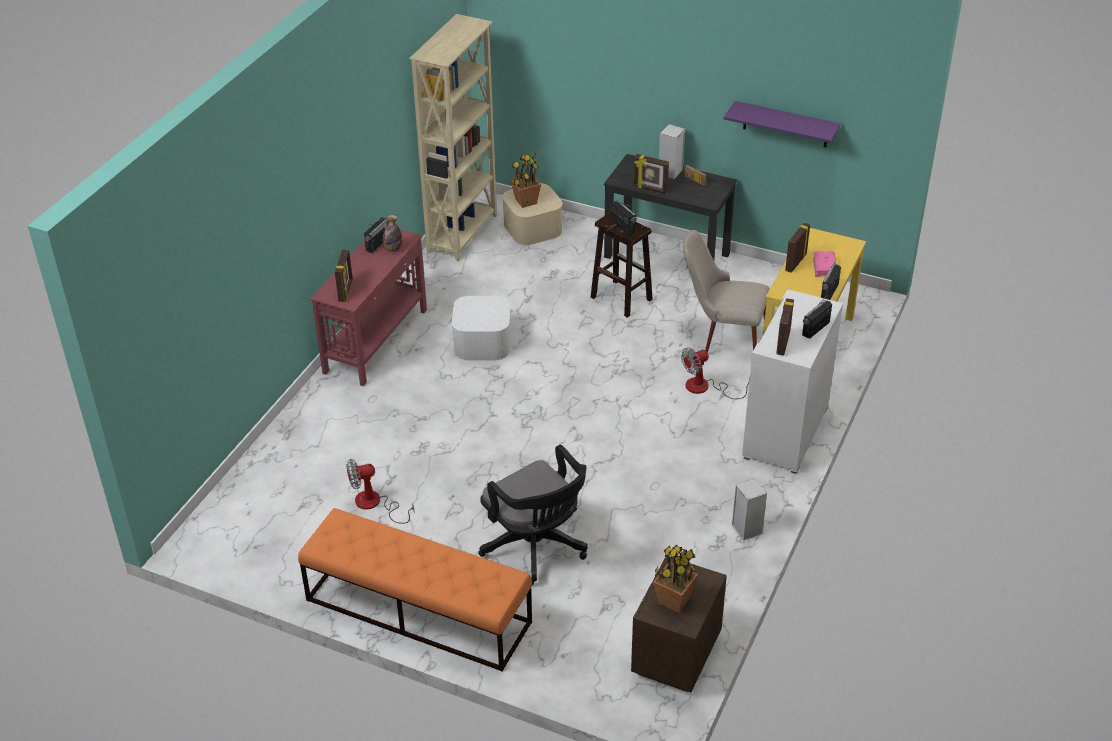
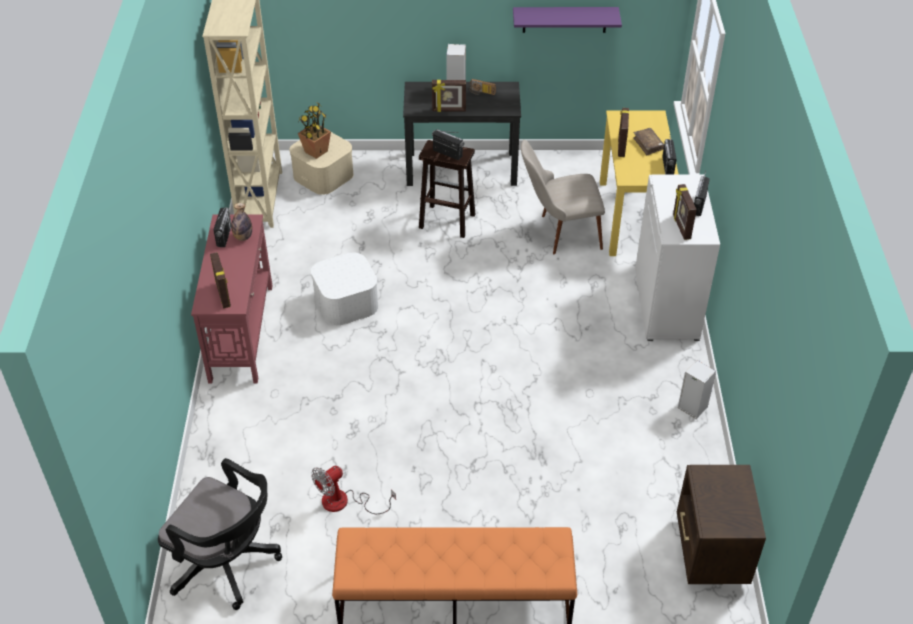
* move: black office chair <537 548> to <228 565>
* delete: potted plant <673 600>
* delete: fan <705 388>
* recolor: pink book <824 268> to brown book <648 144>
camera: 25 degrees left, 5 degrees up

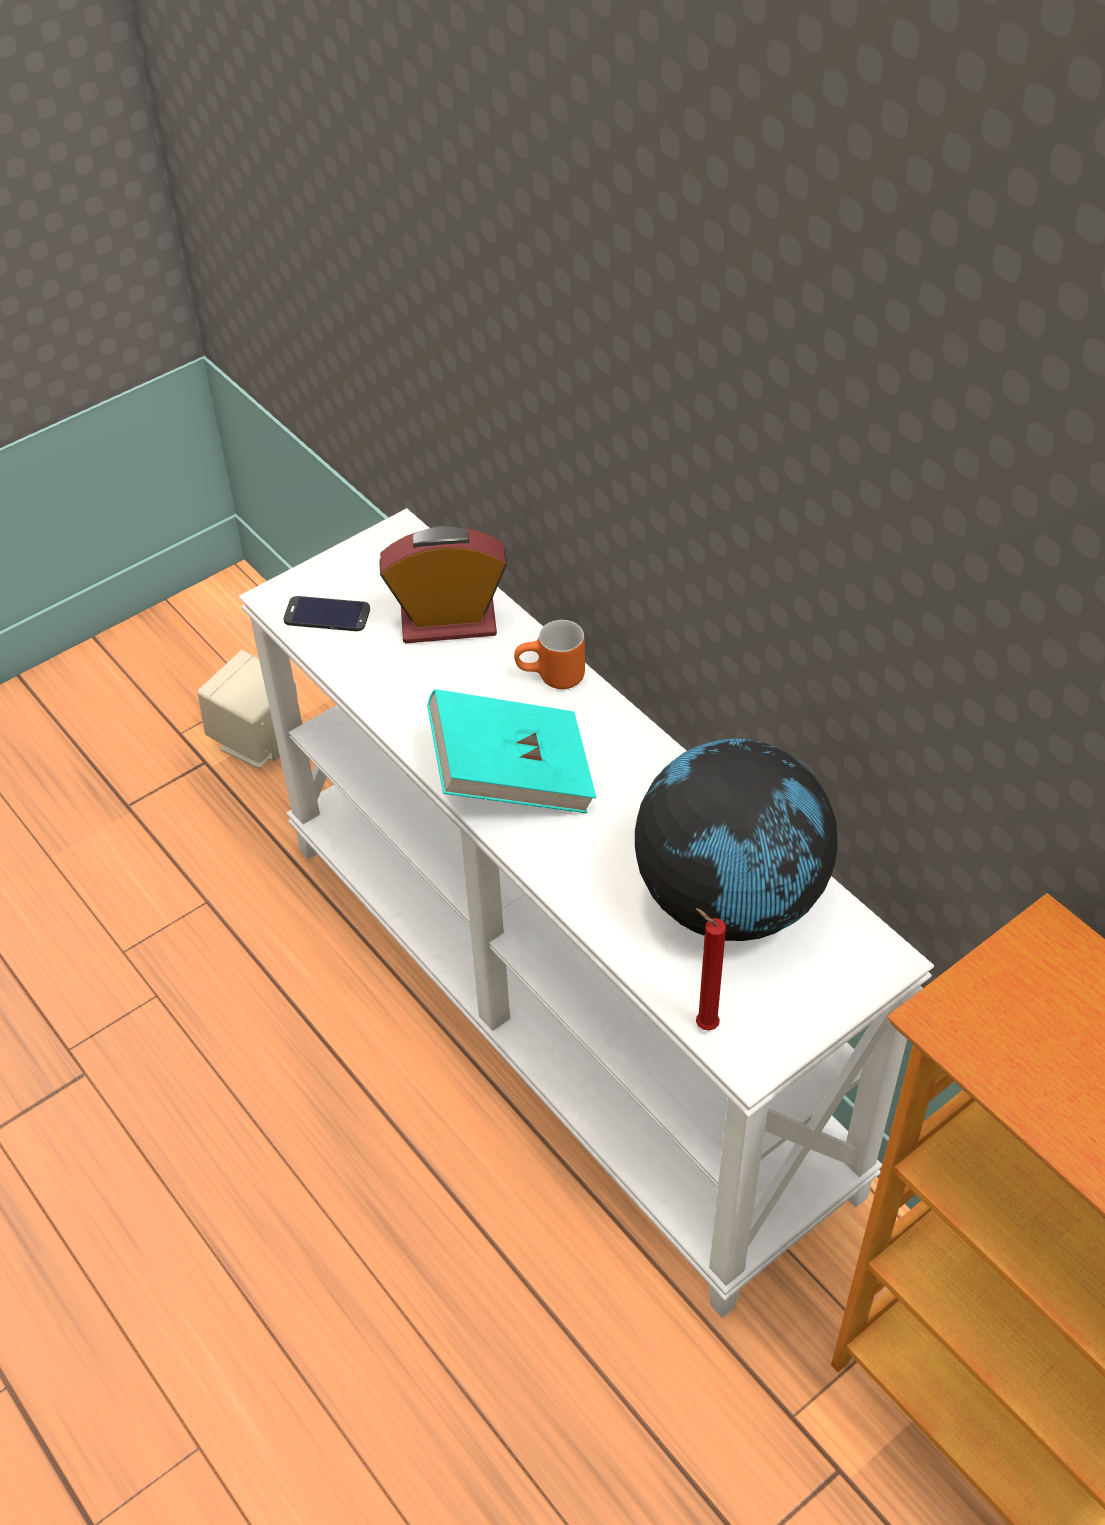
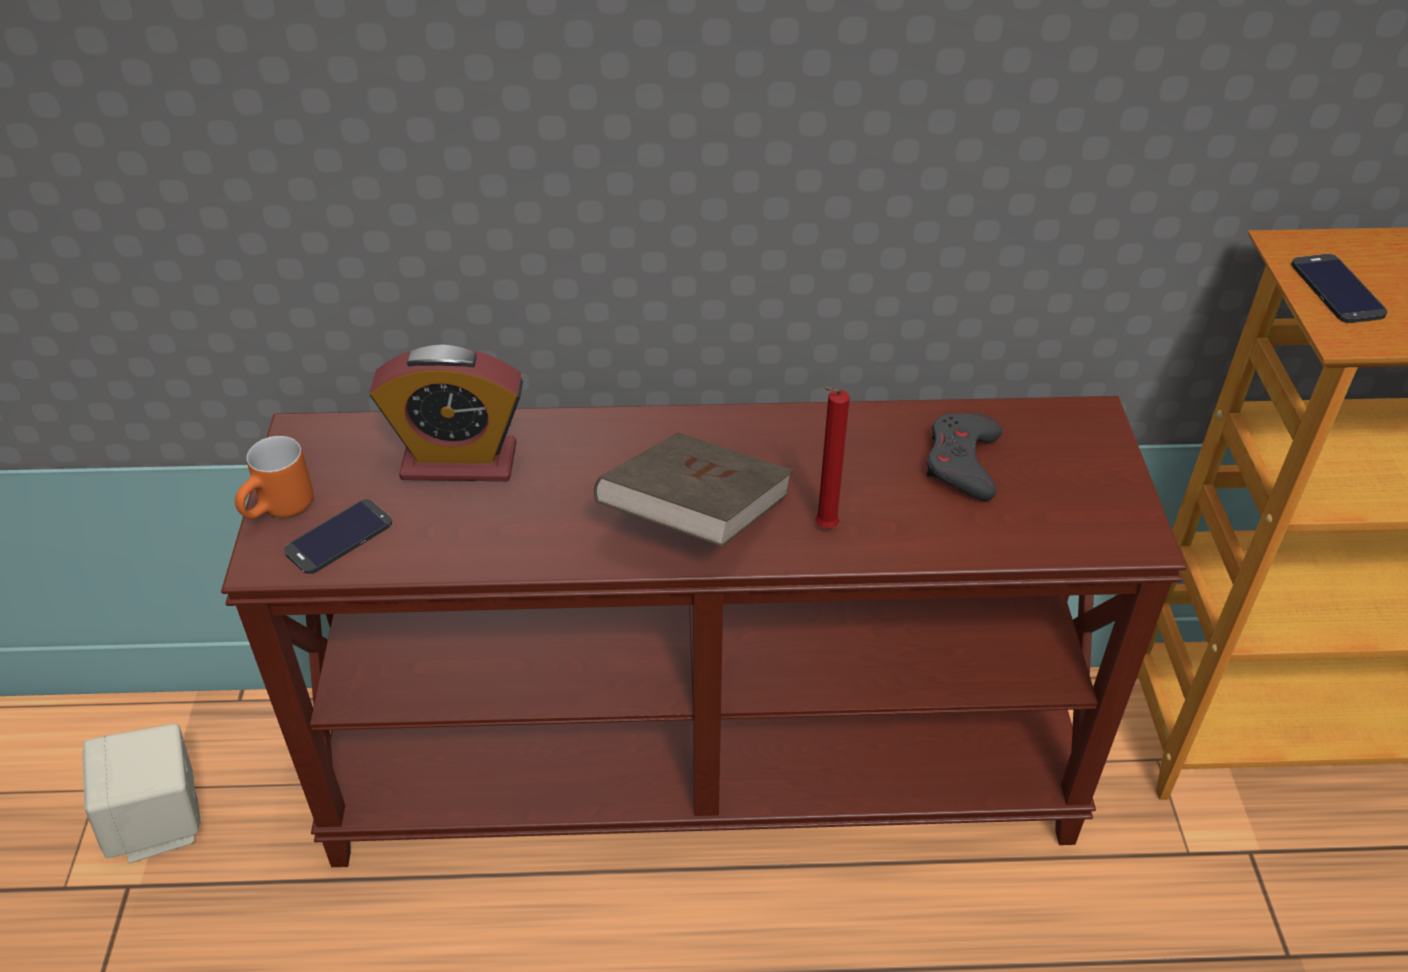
* recolor: white console table <565 1009> to brown console table <704 767>
* rotate: alarm clock <448 623> = <459 461> 120 degrees counterclockwise
* recolor: turquoise book <512 777> to brown book <696 519>
* move: orange mug <551 679> to <281 511>
* replace: globe <730 899> to grey game controller <962 462>
* move: red candle <703 1024> to <823 528>
* insert: phone <1337 289>
camera: 55 degrees left, 5 degrees down

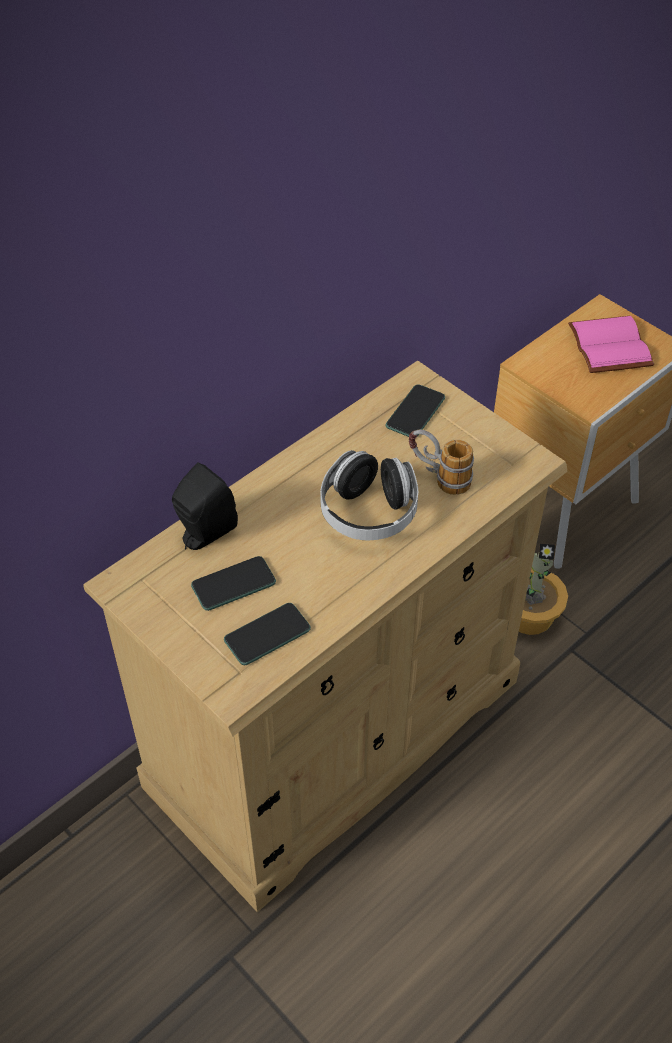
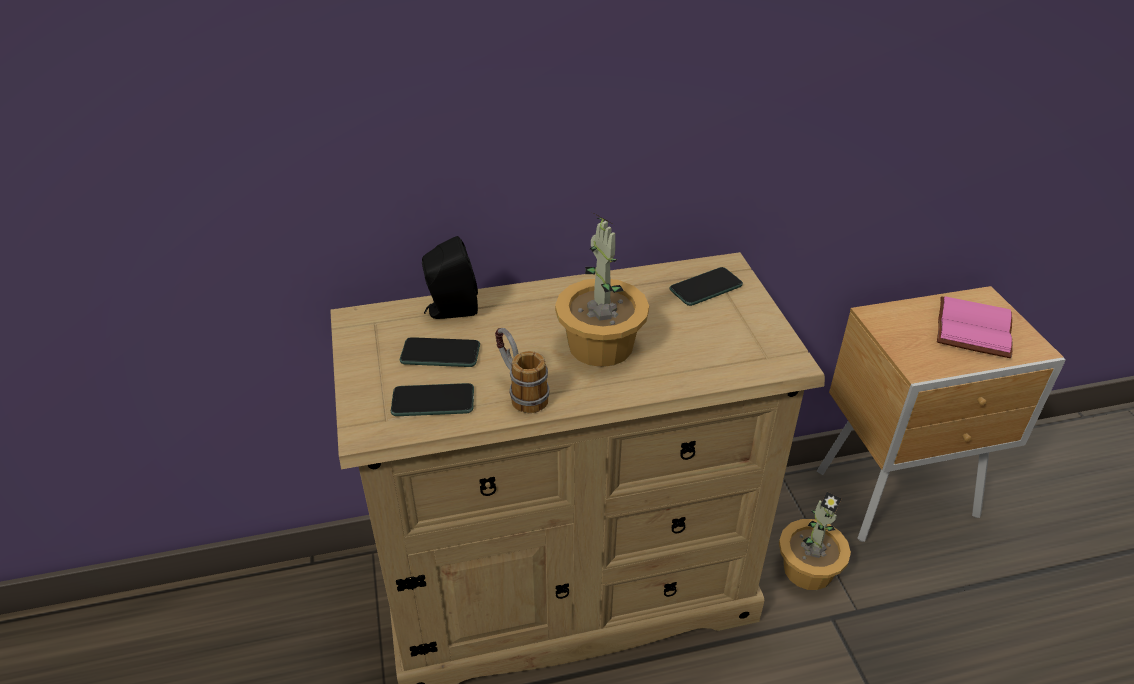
* replace: headphones <368 513> to potted plant <599 346>
* move: mug <438 478> to <519 391>
camera: 30 degrees right, 10 degrees down

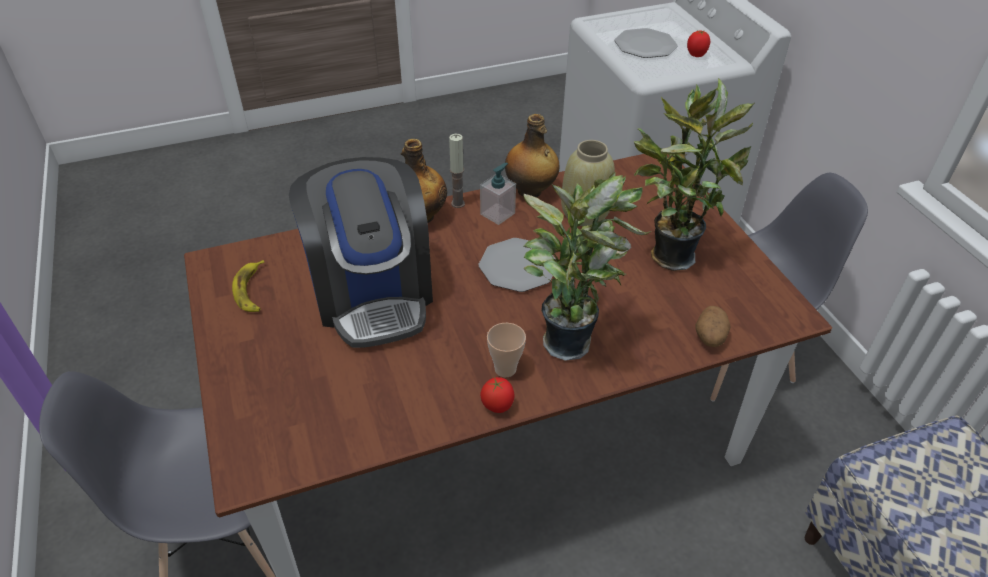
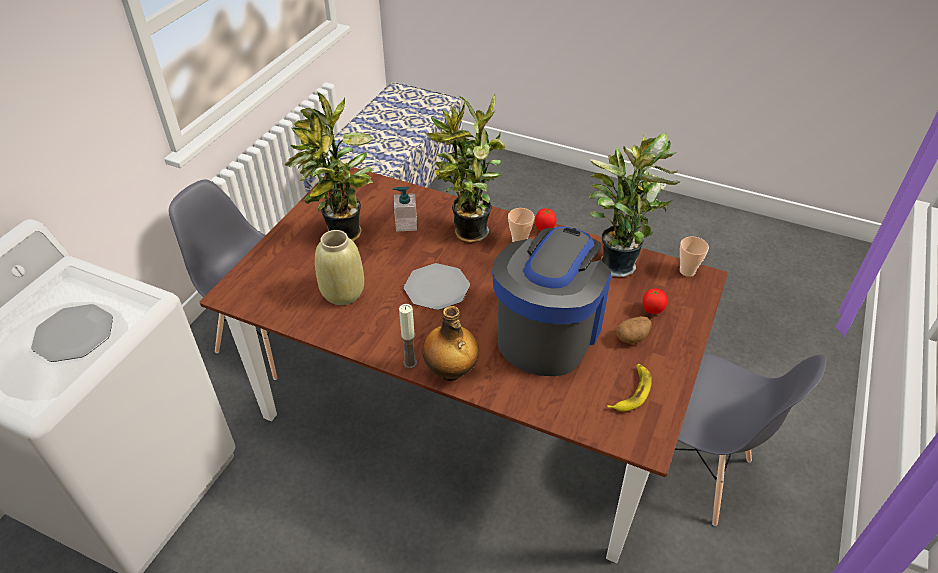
* move: soap dispenser <497 213> to <406 224>
* delete: bottle <530 191>
* move: tomato <696 55> to <652 310>
* move: potato <709 337> to <632 337>
* insert: potted plant <617 262>
* insert: cup <687 271>
camera: 135 degrees left, 0 degrees up

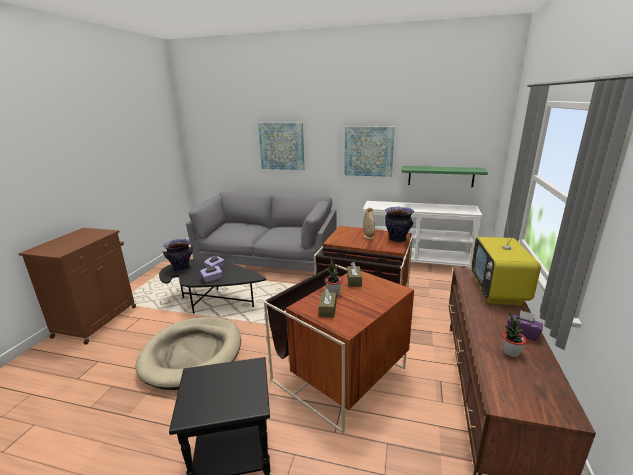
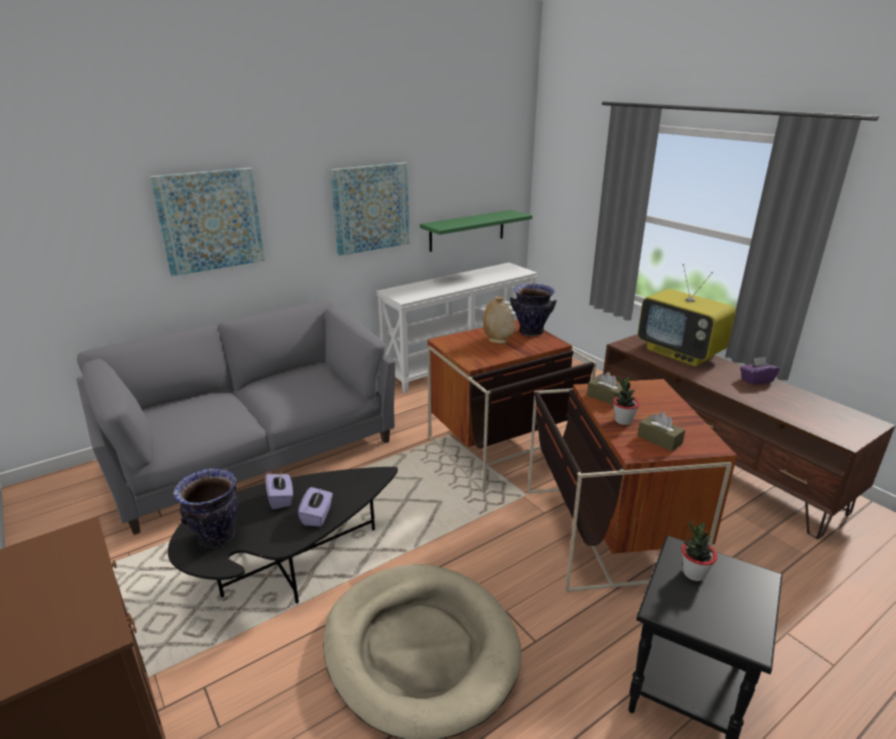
* move: potted plant <510 352> to <693 573>
camera: 50 degrees left, 5 degrees up

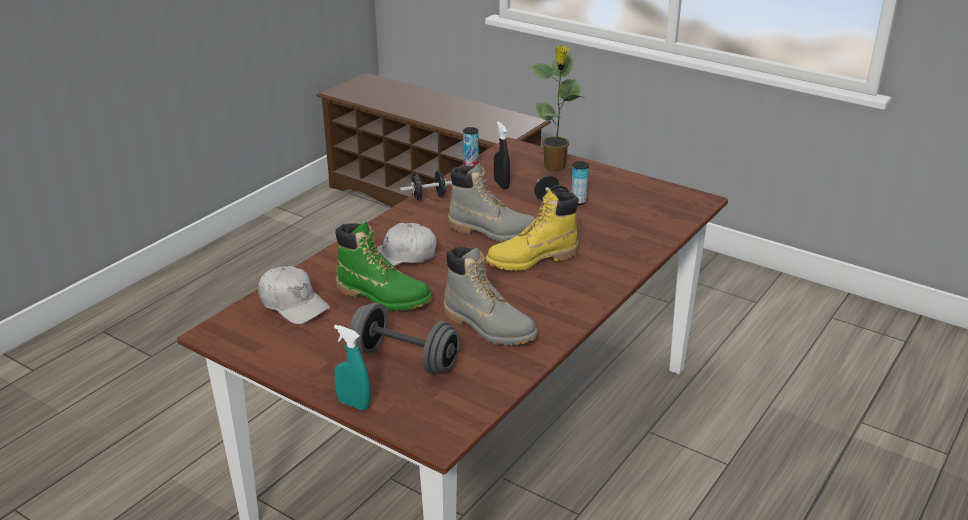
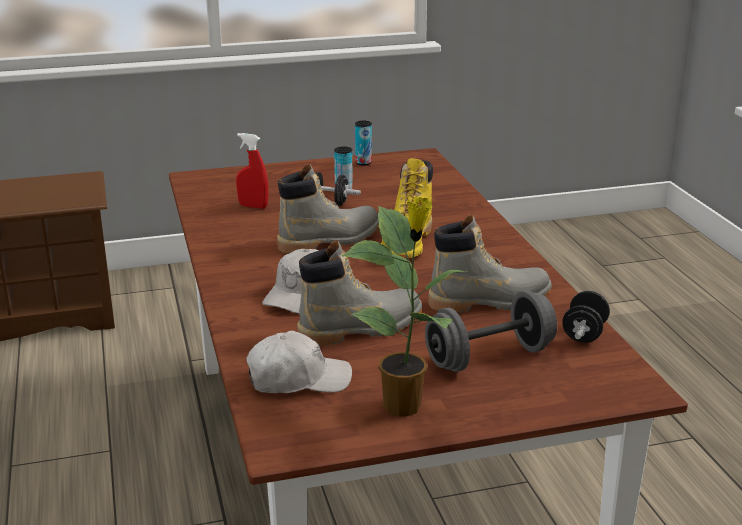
* delete: turquoise spray bottle <353 404>
* recolor: green boot <383 296> to grey boot <361 328>
* move: black dumbbell <429 197> to <584 334>
* move: can <470 165> to <363 163>
* recolor: black spray bottle <501 184> to red spray bottle <253 206>
* move: potted plant <555 167> to <405 407>
camera: 50 degrees left, 5 degrees down

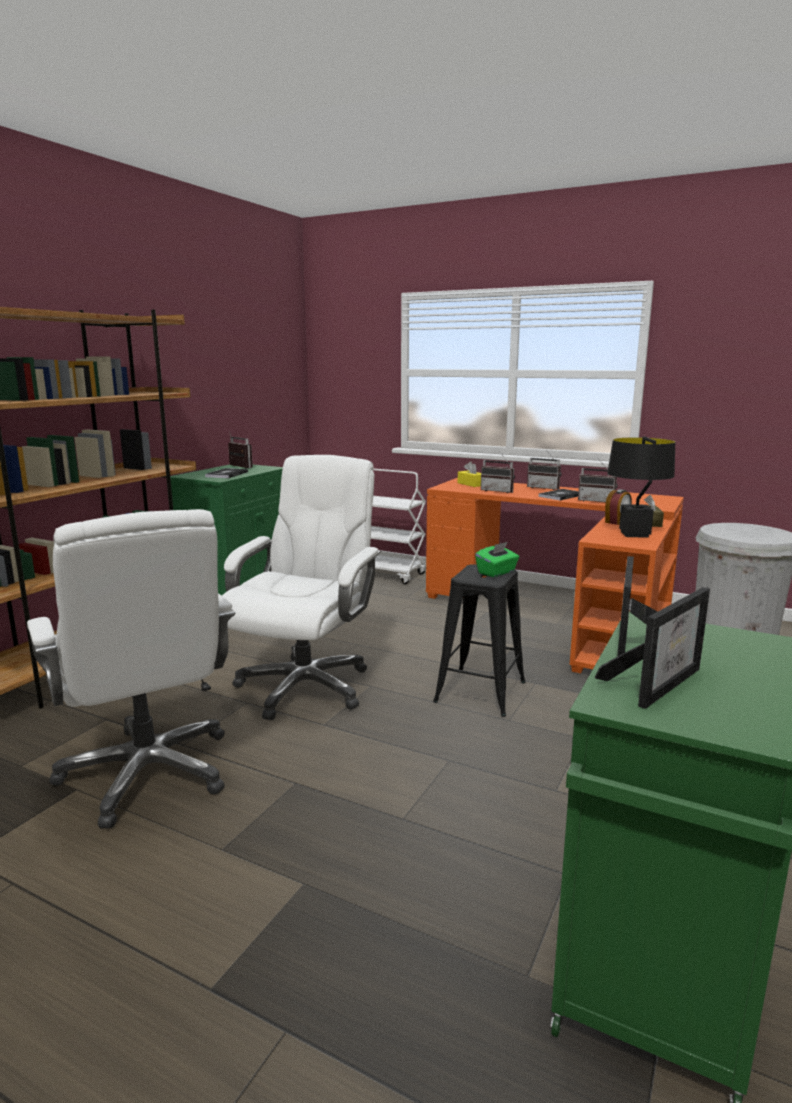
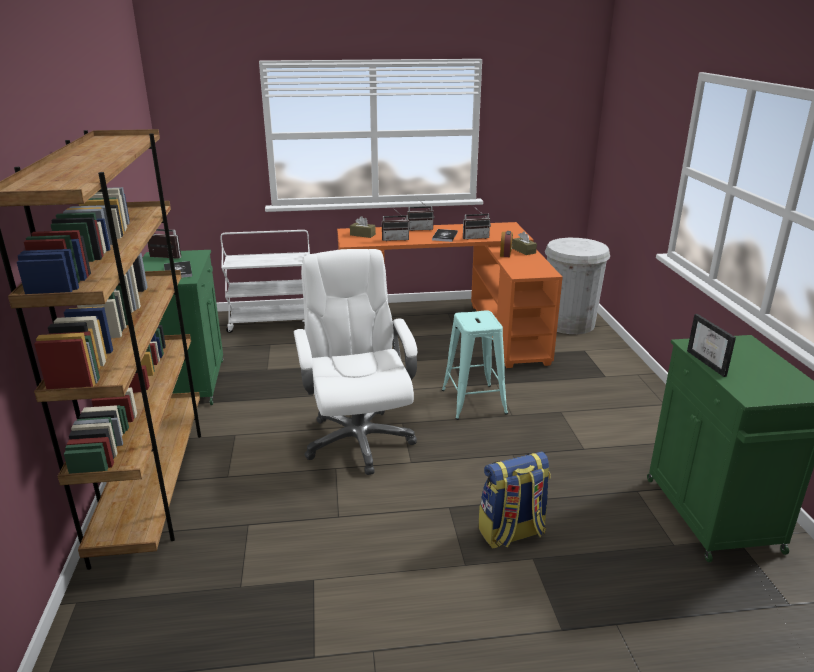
* delete: white office chair <148 772>
* recolor: black stool <480 692> to turquoise stool <473 401>
* recolor: yellow tissue box <471 484> to brown tissue box <362 235>
* delete: green tissue box <497 572>
* delete: picture frame <659 682>
* delete: black table lamp <634 534>
* insert: backpack <511 533>
camera: 35 degrees left, 10 degrees up

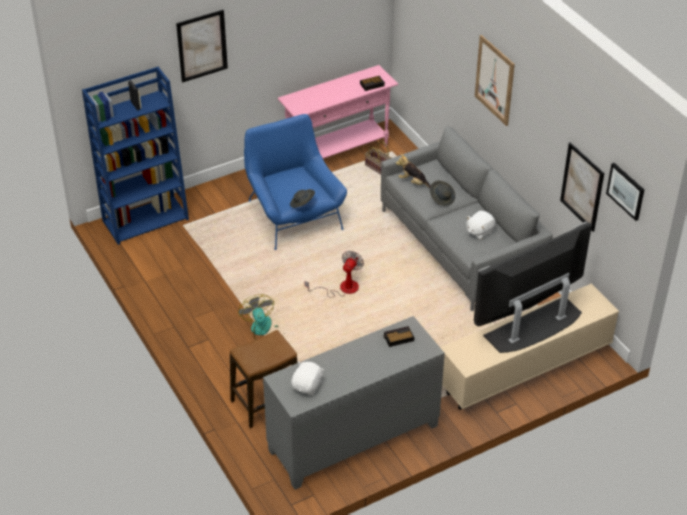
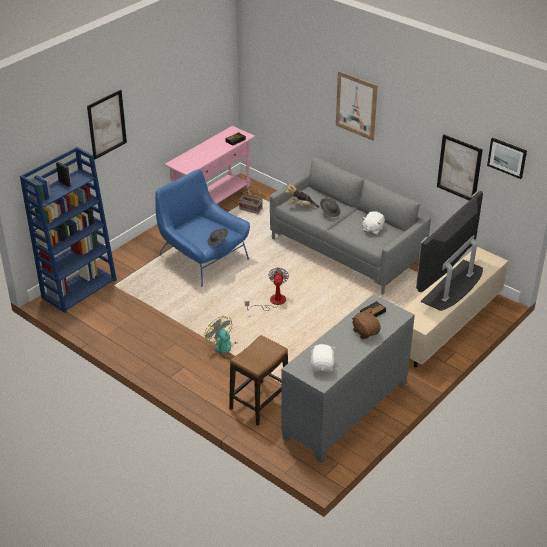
* insert: brown plush toy <365 332>
camera: 20 degrees left, 5 degrees down

